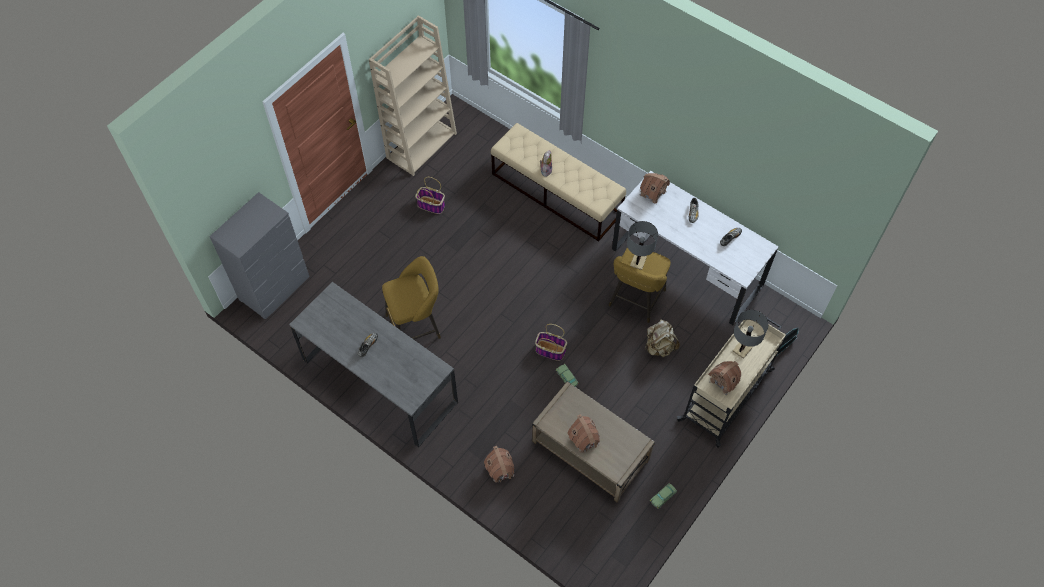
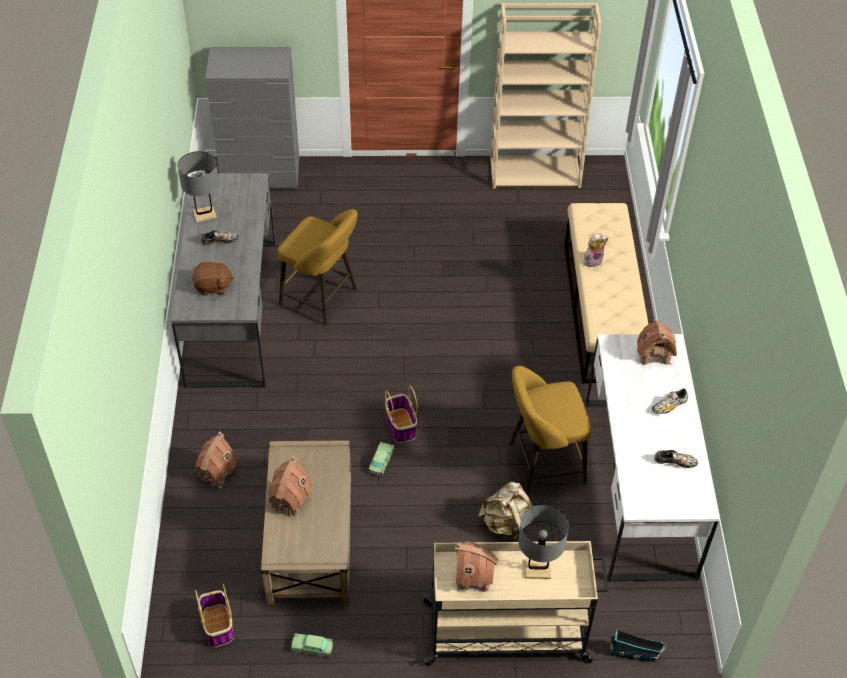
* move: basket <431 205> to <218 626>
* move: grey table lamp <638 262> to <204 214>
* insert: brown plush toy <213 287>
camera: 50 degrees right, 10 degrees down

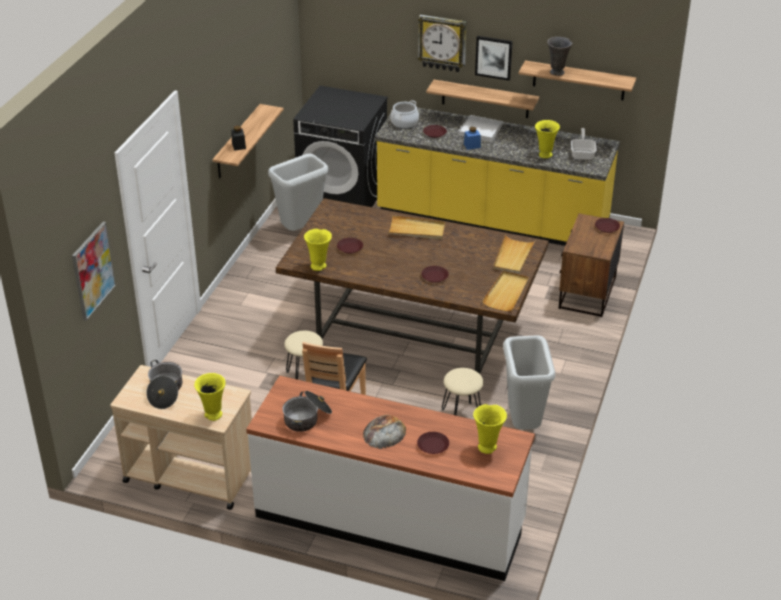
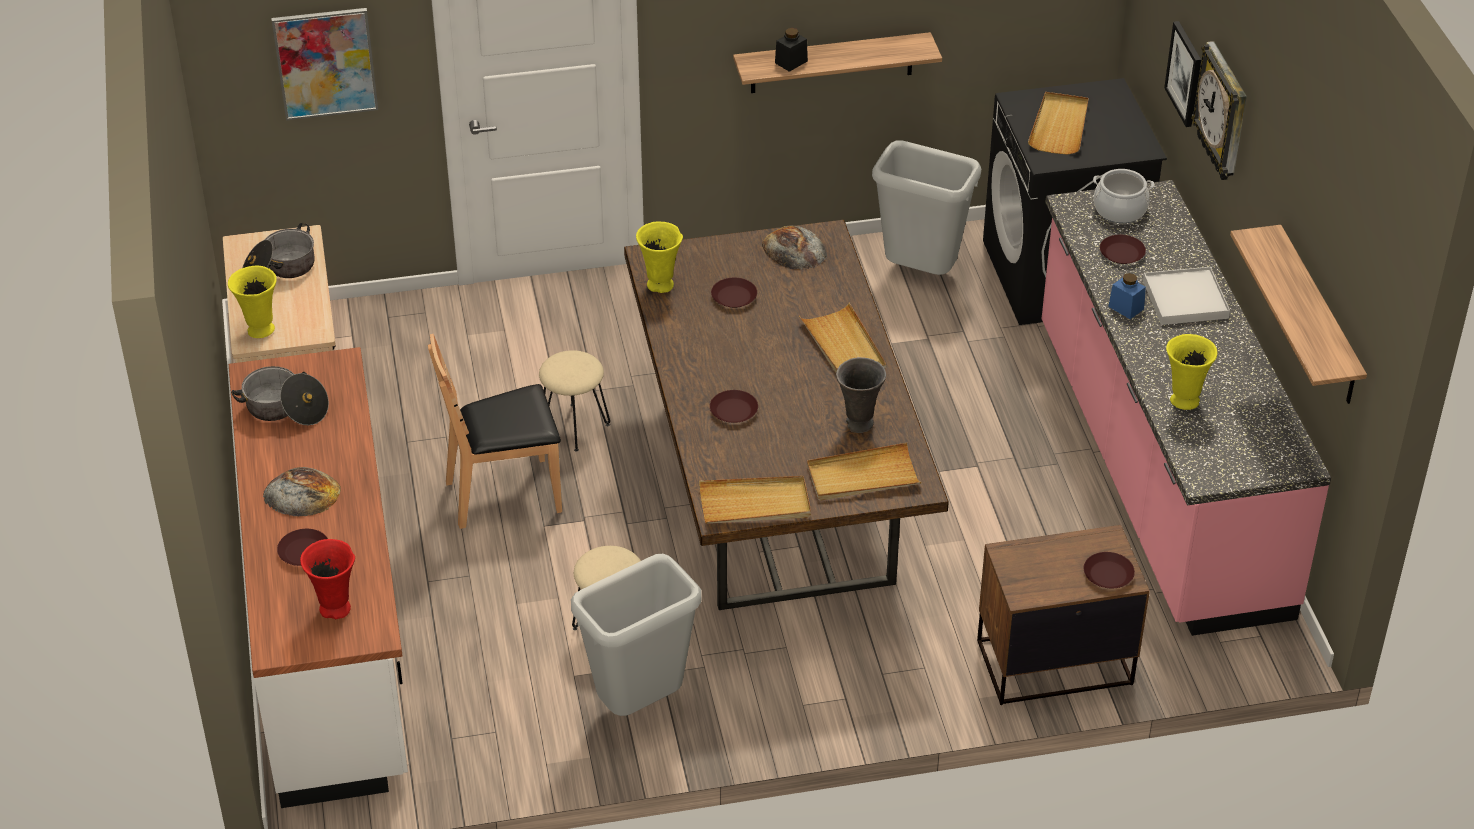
* recolor: yellow counter <492 220> to pink counter <1158 469>
* delete: shelf <485 99>
* recolor: yellow vase <488 447> to red vase <335 609>
* move: picture <493 57> to <1185 73>
* move: grey vase <557 73> to <858 424>
* delete: frying pan <582 153>
* insert: bread <794 250>
* insert: beige tray <1059 126>
camera: 60 degrees right, 5 degrees up

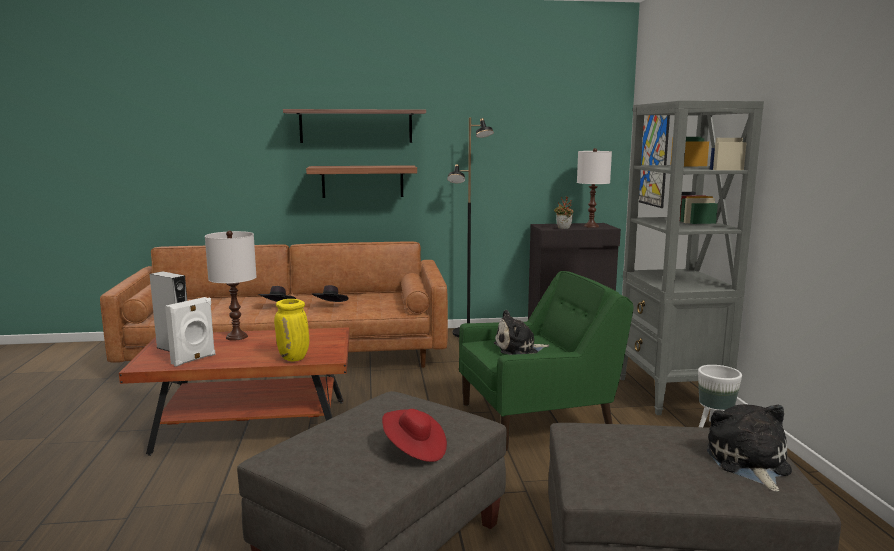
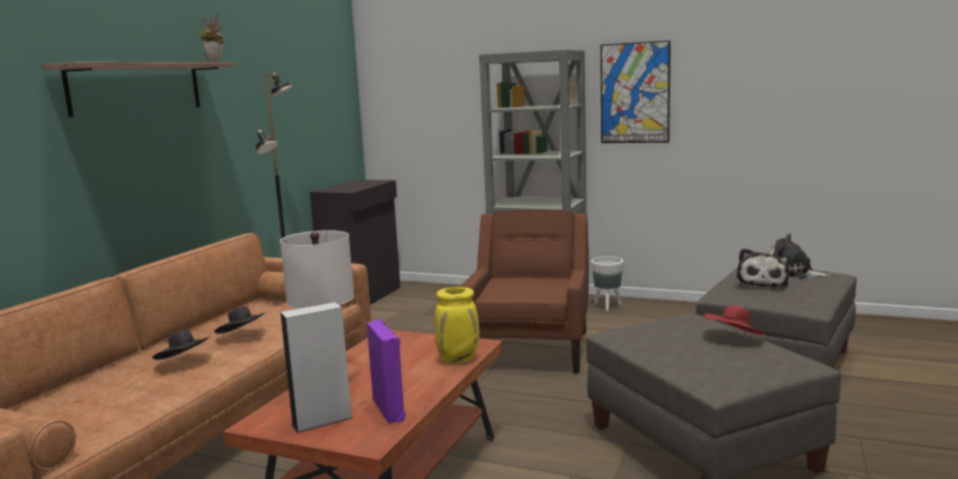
* recolor: white speaker <194 359> to purple speaker <390 409>
* delete: shelf <362 181>
* recolor: green armchair <537 418> to brown armchair <531 349>
* move: plush toy <518 349> to <762 283>
* move: potted plant <563 228> to <214 61>
* delete: white table lamp <591 226>
* move: picture <652 159> to <634 93>
camera: 60 degrees left, 0 degrees up

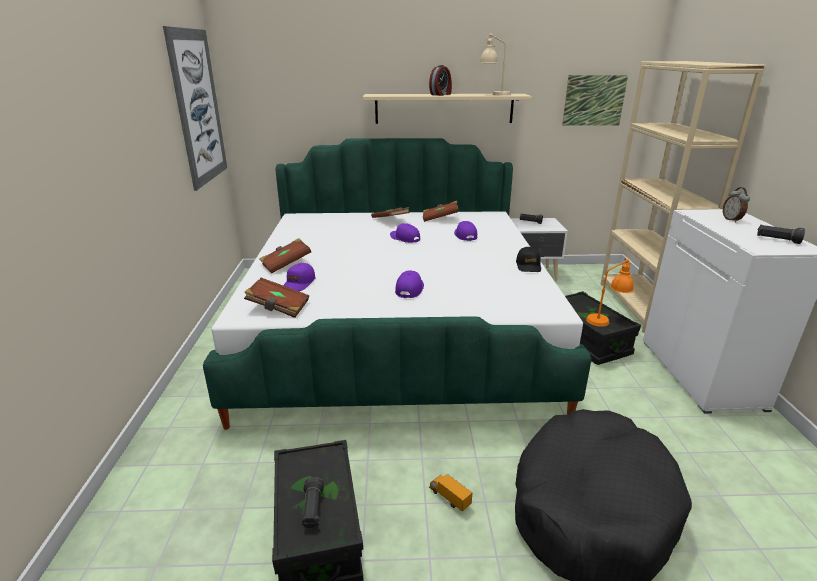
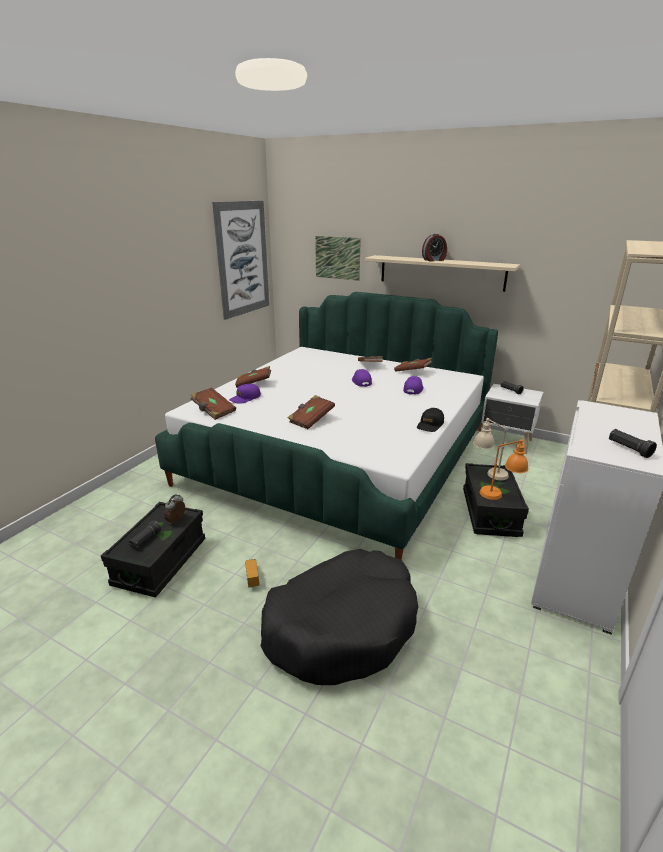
* replace: purple cap <409 289> to brown book <311 420>
* move: beige table lamp <494 94> to <488 473>
* move: picture <594 100> to <337 258>
* move: alarm clock <732 220> to <177 521>
camera: 30 degrees right, 0 degrees up

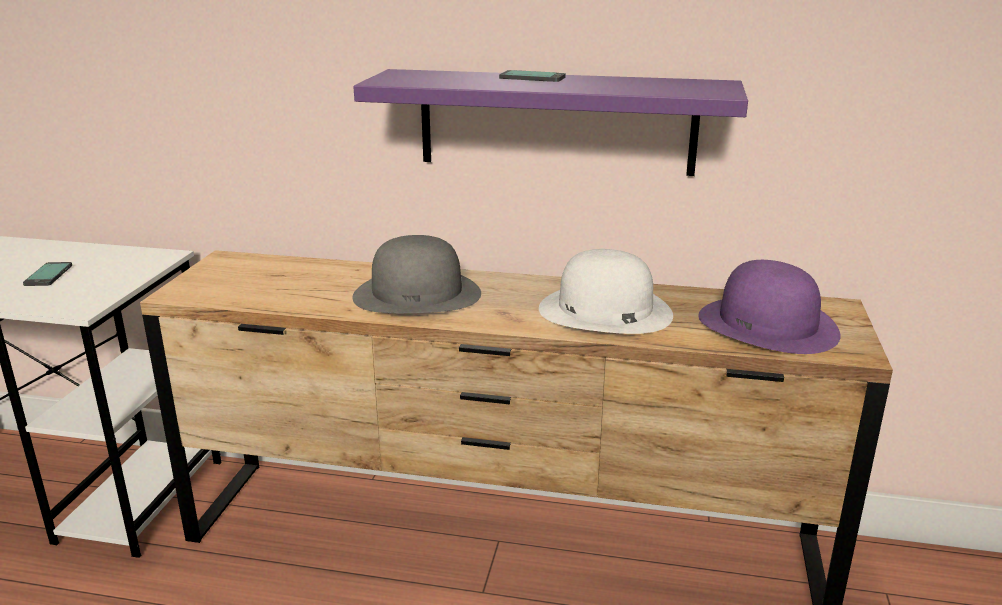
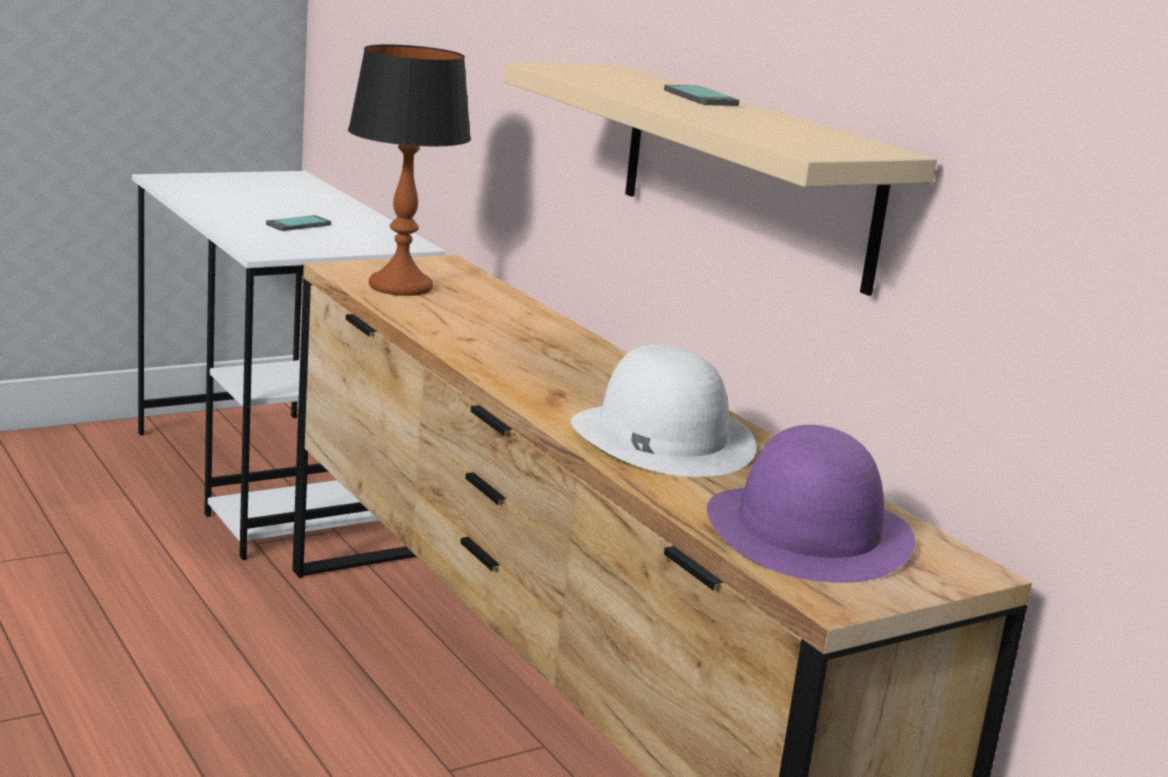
* recolor: purple shelf <556 122> to beige shelf <746 173>
* delete: grey hat <417 294>
* insert: table lamp <400 286>
camera: 45 degrees right, 5 degrees down

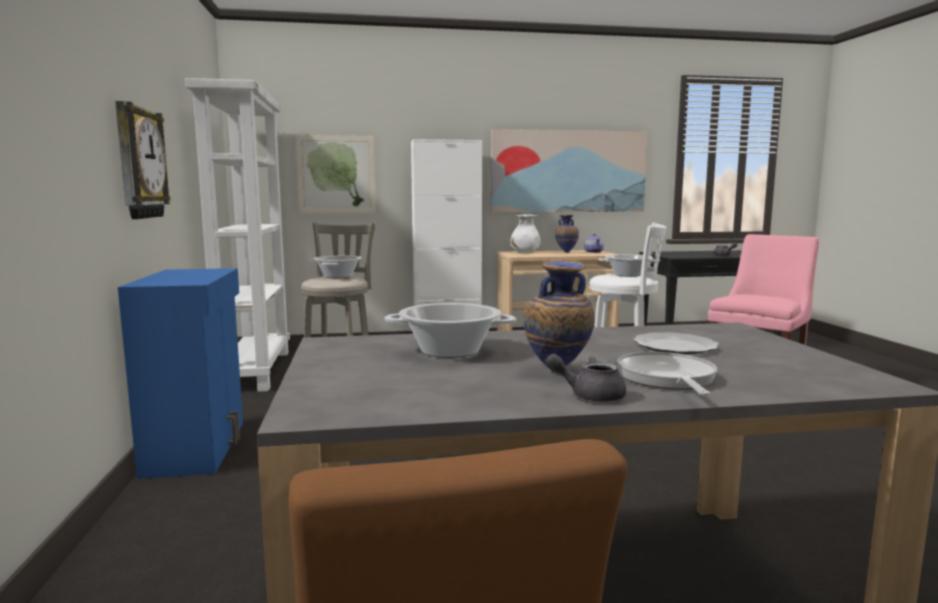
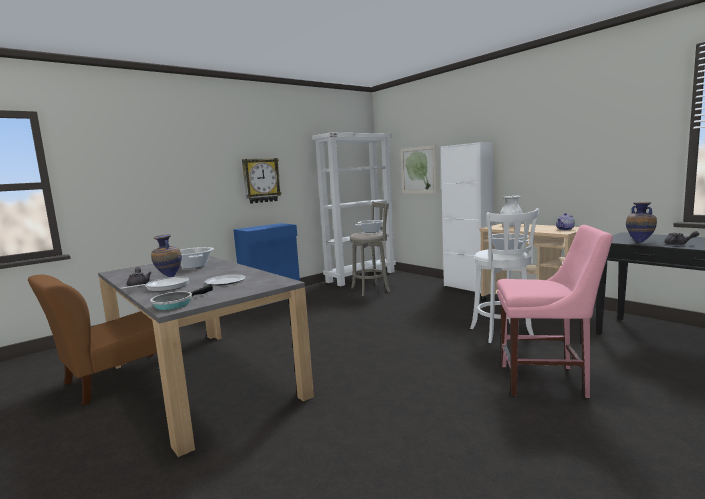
* delete: picture <569 171>
* move: vase <566 252> to <640 242>
* insert: frying pan <175 304>
camera: 60 degrees right, 0 degrees up

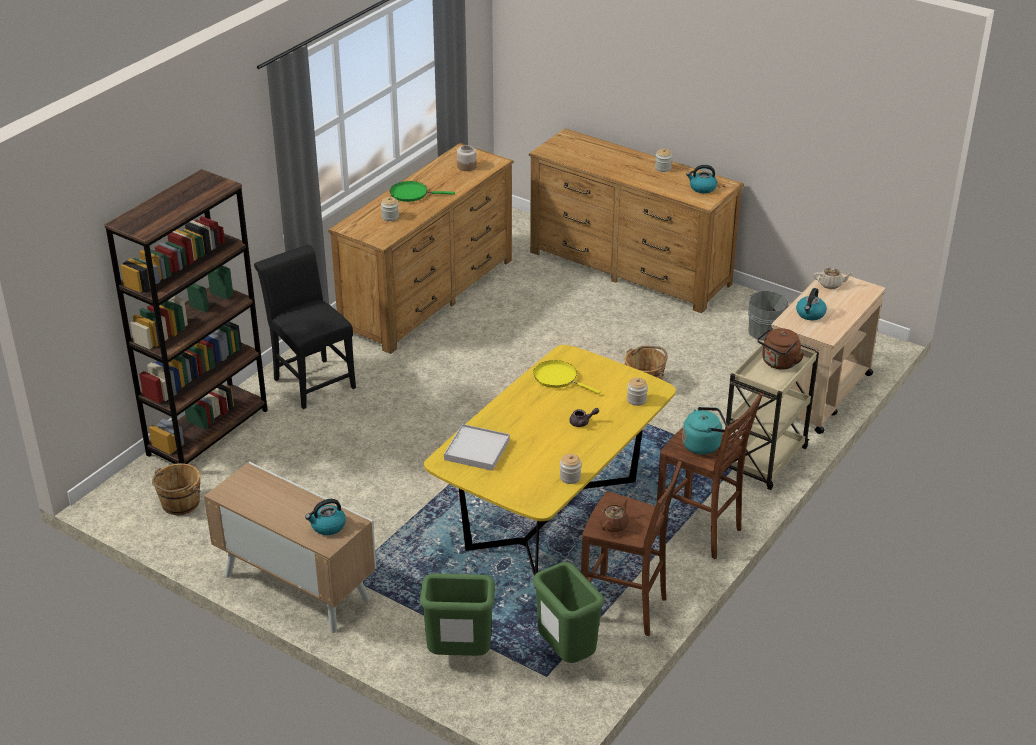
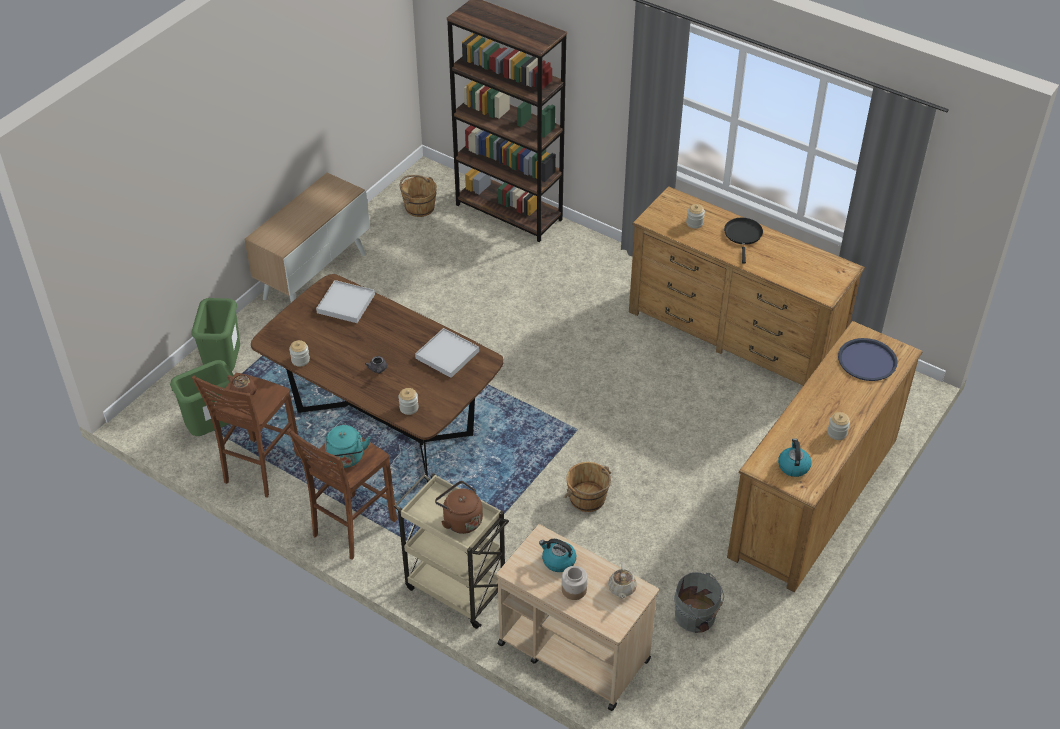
* delete: black chair <311 380>
* delete: kettle <327 526>
* recolor: green frying pan <412 194> to black frying pan <743 236>
* recolor: yellow dining table <552 515> to brown dining table <385 423>
* move: jar <466 166> to <574 589>
* replace: yellow frying pan <558 378> to white tray <447 355>
* insert: blue tray <867 360>
camera: 90 degrees right, 10 degrees up

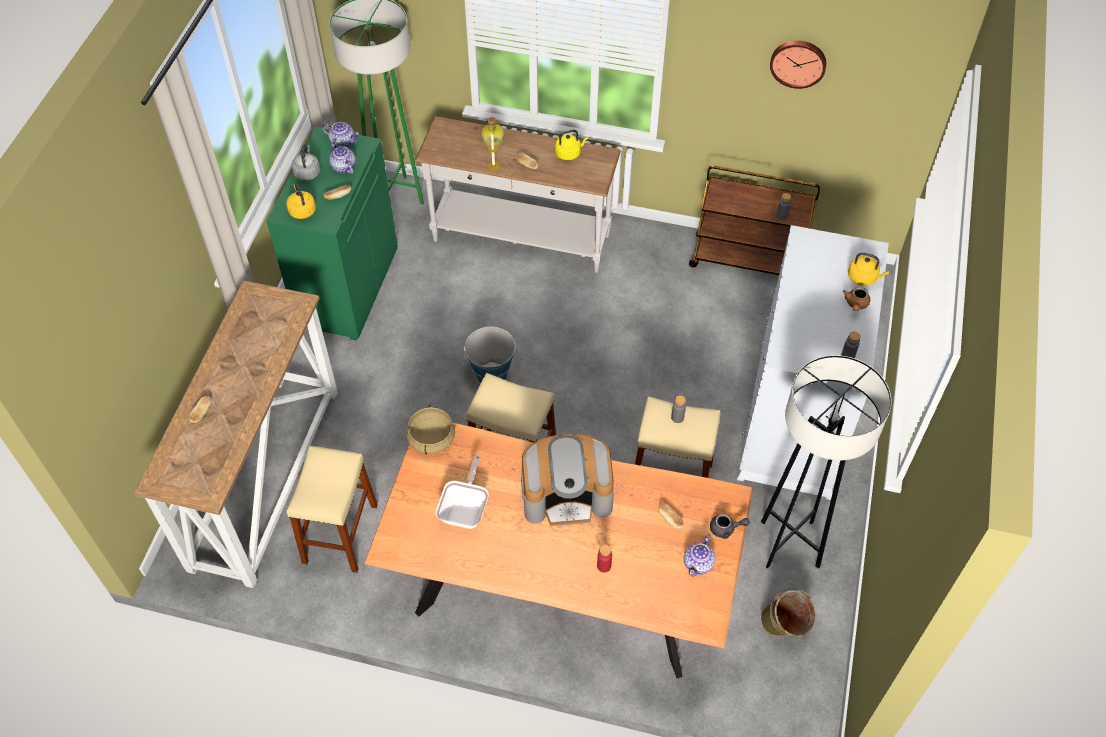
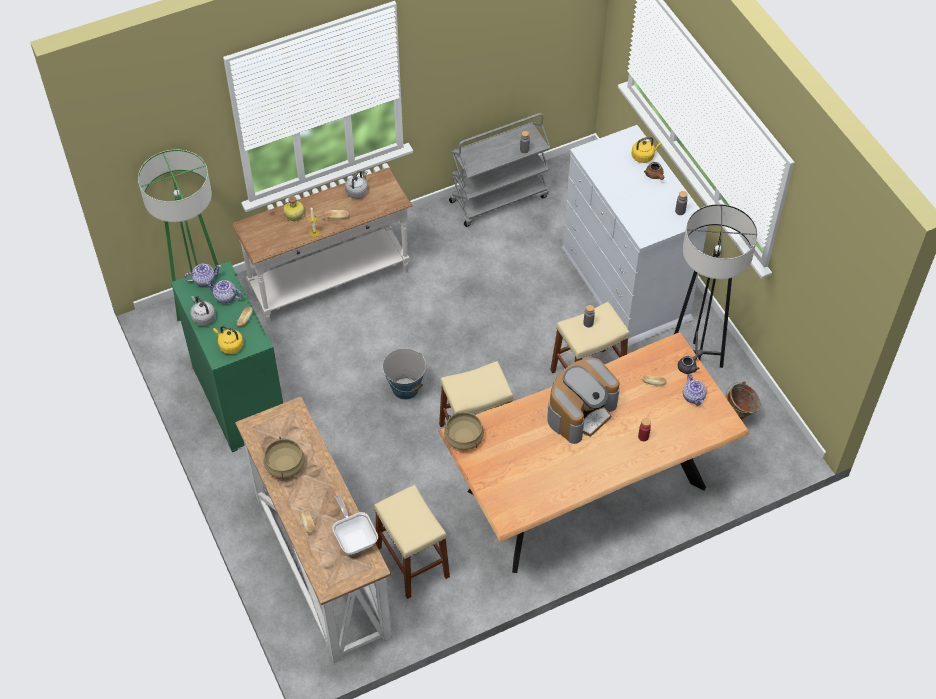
* move: frying pan <466 509> to <354 537>
* recolor: yellow kettle <569 153> to grey kettle <357 191>
* recolor: brown cart <747 260> to grey cart <499 198>
* delete: wall clock <798 62>
* insert: beige cooking pot <284 465>
camera: 40 degrees left, 0 degrees up

